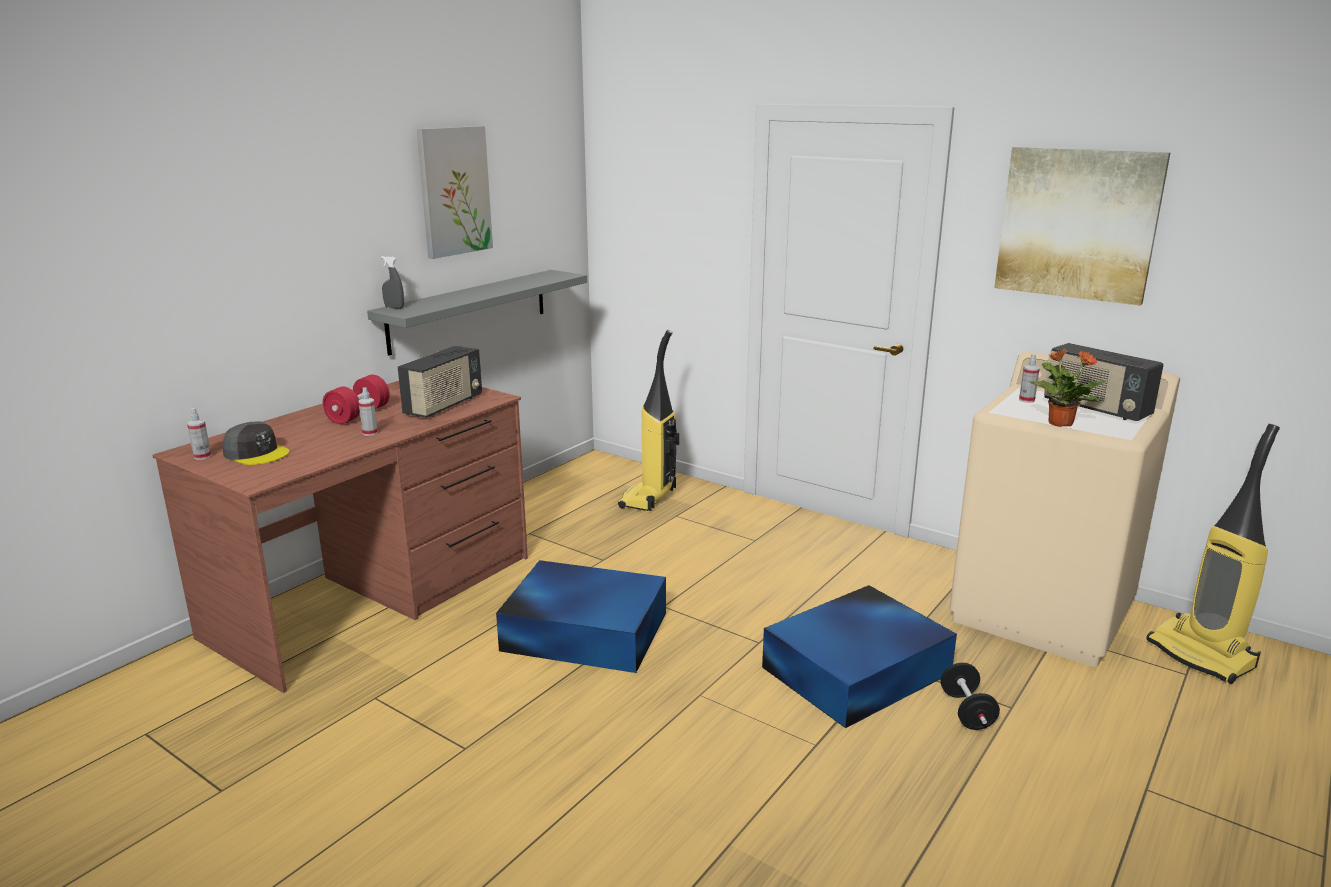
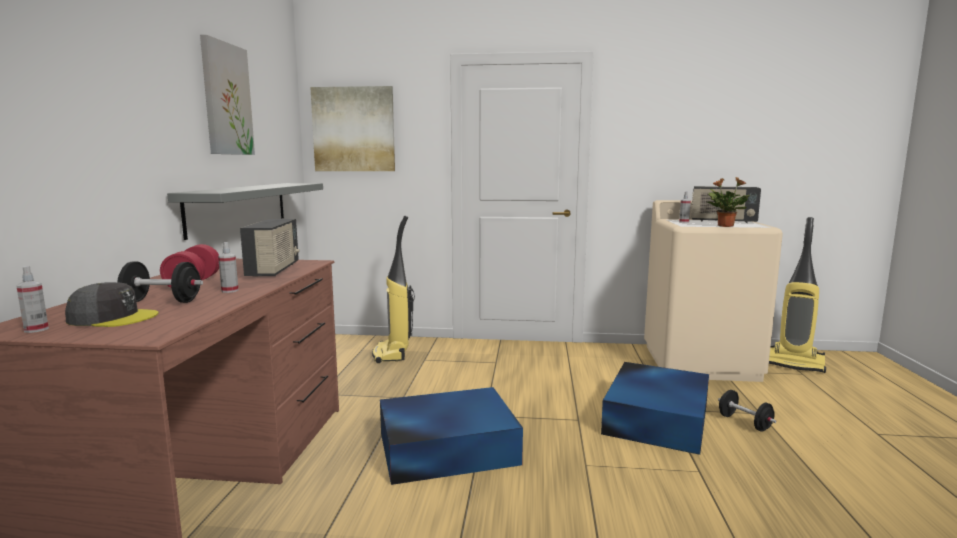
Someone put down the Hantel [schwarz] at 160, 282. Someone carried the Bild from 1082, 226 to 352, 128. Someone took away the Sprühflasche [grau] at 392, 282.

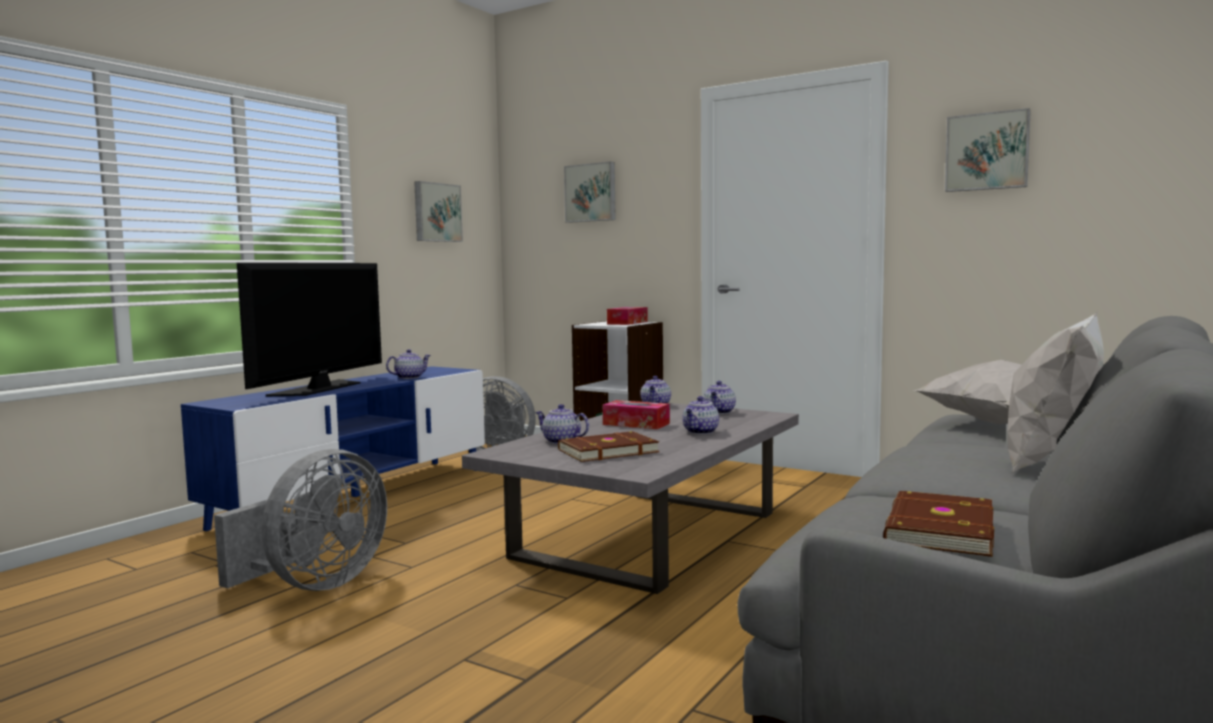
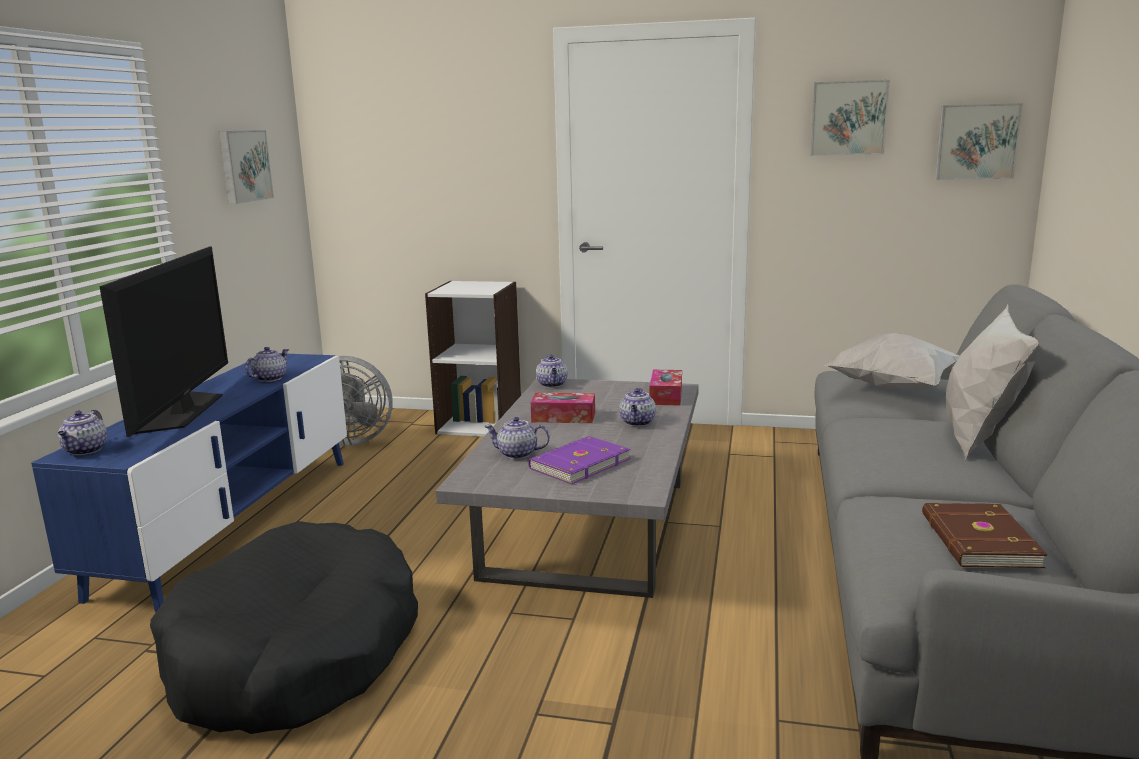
Someone carried the Teekanne from 719, 397 to 82, 432. Someone swapped the Ventilator [grau] at 300, 520 for the Hundebett [schwarz] at 284, 627. Someone repainted the Buch [braun] at 608, 446, which became the Buch [lila] at 579, 460. Someone carried the Taschentuchbox from 627, 316 to 666, 388. Someone carried the Bild from 590, 192 to 979, 141.

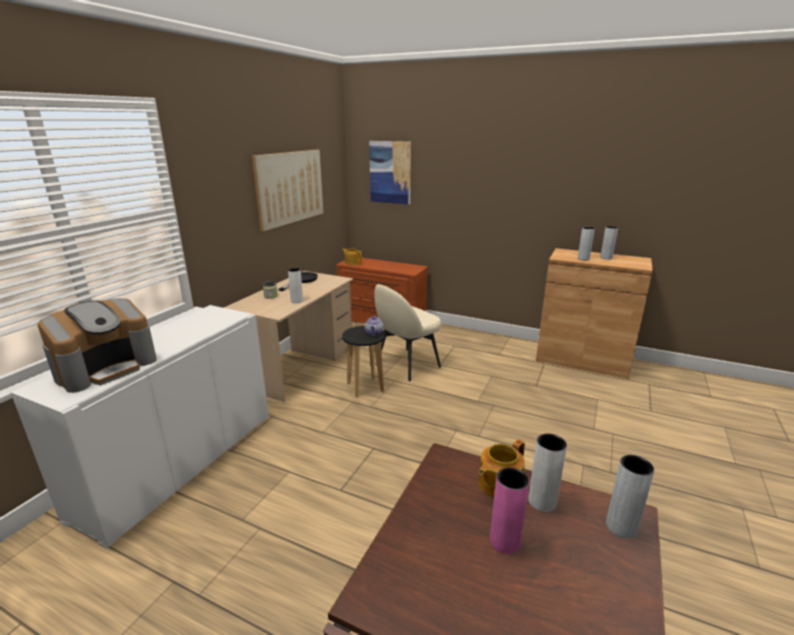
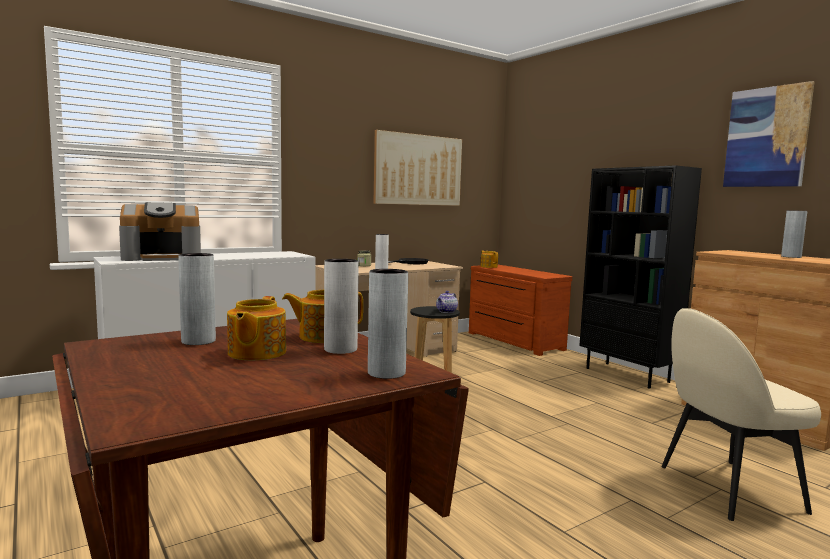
Someone carried the Vase [grau] from 586, 243 to 197, 299. Someone swapped the Vase [rosa] at 510, 510 for the Teekanne at 256, 328. Someone put down the Bücherregal [schwarz] at 640, 277. Someone carried the Stuhl [beige] from 407, 332 to 741, 414. Someone carried the Bild from 390, 172 to 769, 134.

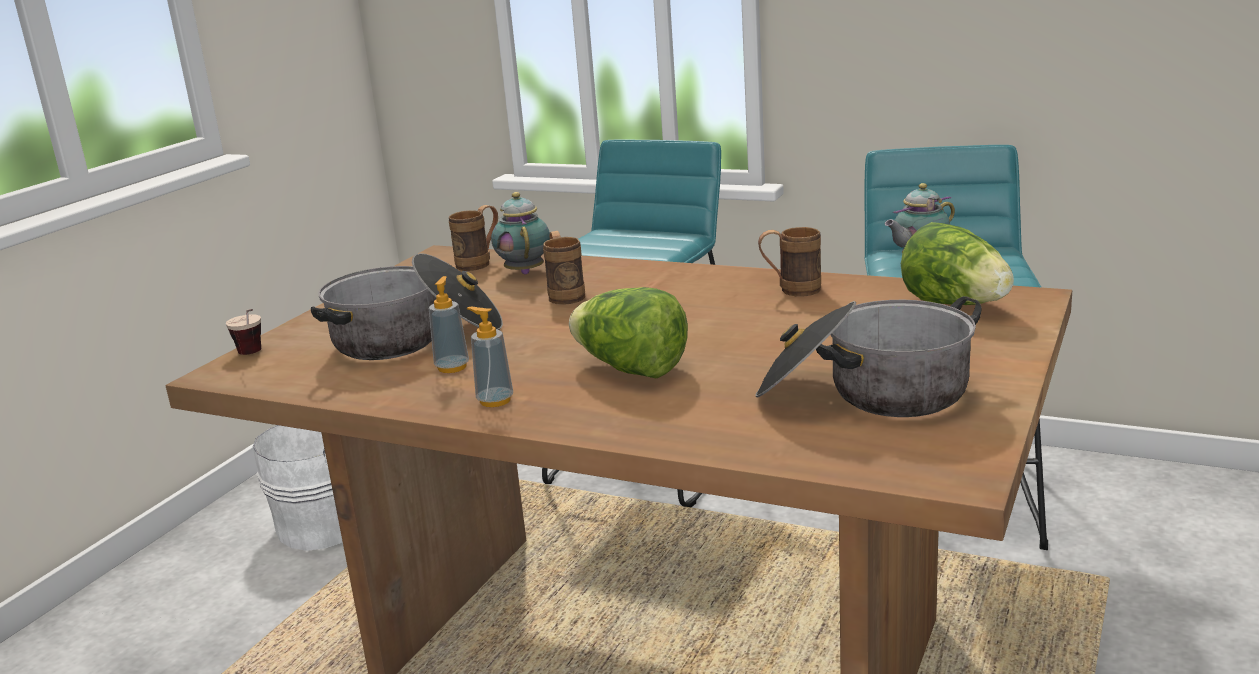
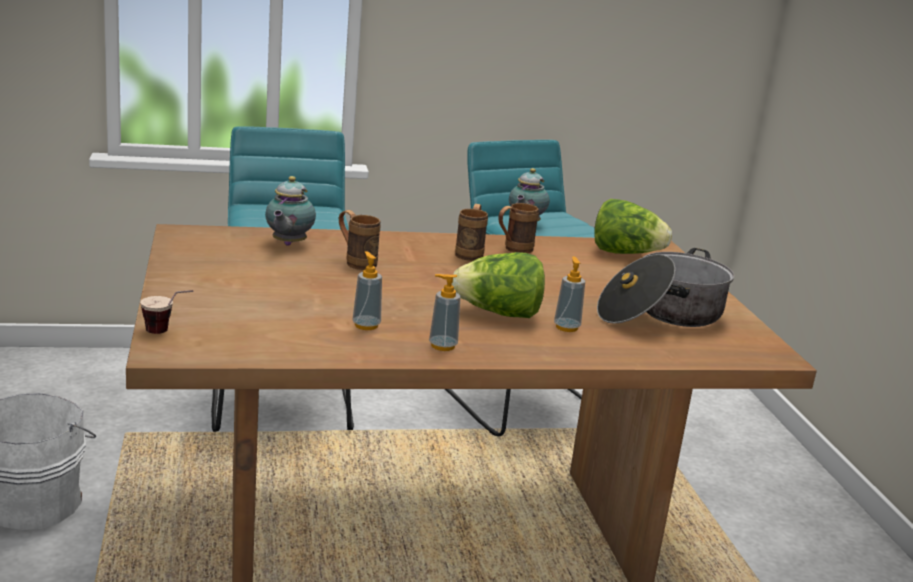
Someone rotated the Teekanne at 520, 233 by 120 degrees counterclockwise. Someone carried the Henkelbecher [braun] from 473, 238 to 471, 232. Someone put down the Seifenspender at 569, 294. Someone took away the Kochtopf at 407, 306.

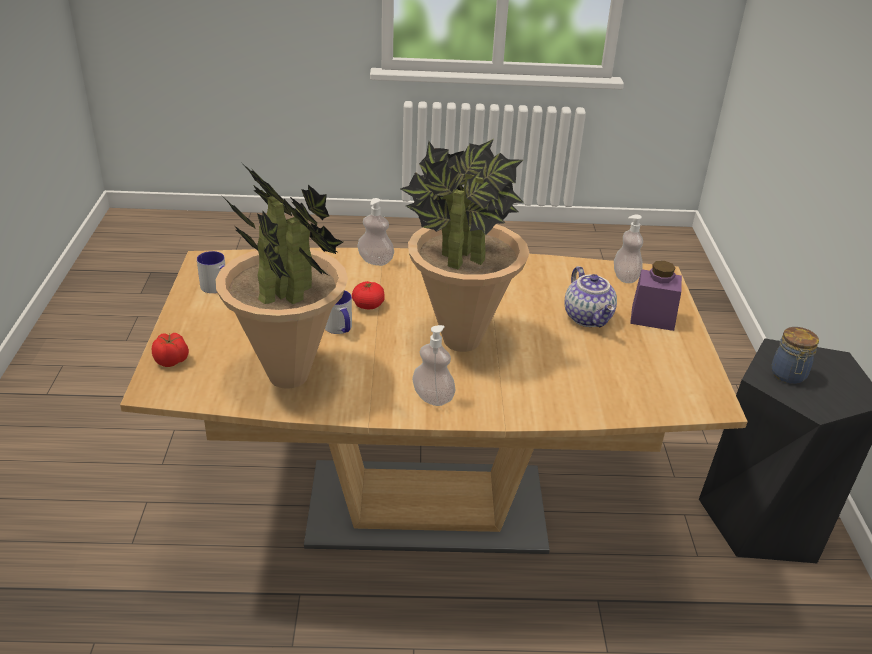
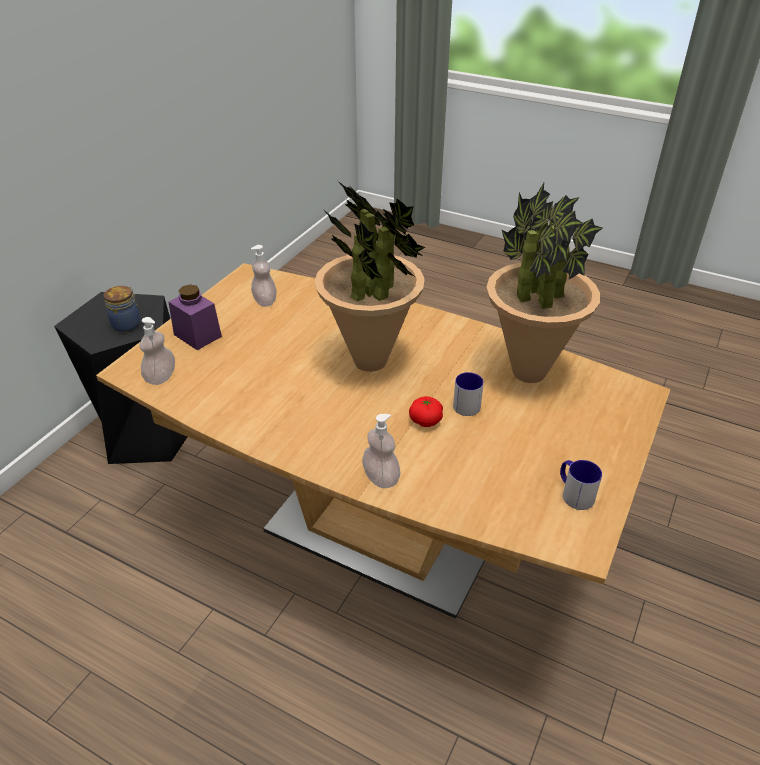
Someone carried the Seifenspender from 434, 365 to 264, 276. Someone took away the Tomate at 170, 350. Someone took away the Teekanne at 591, 296.

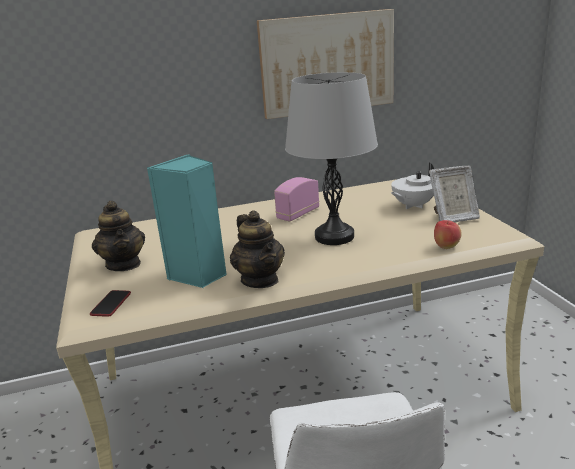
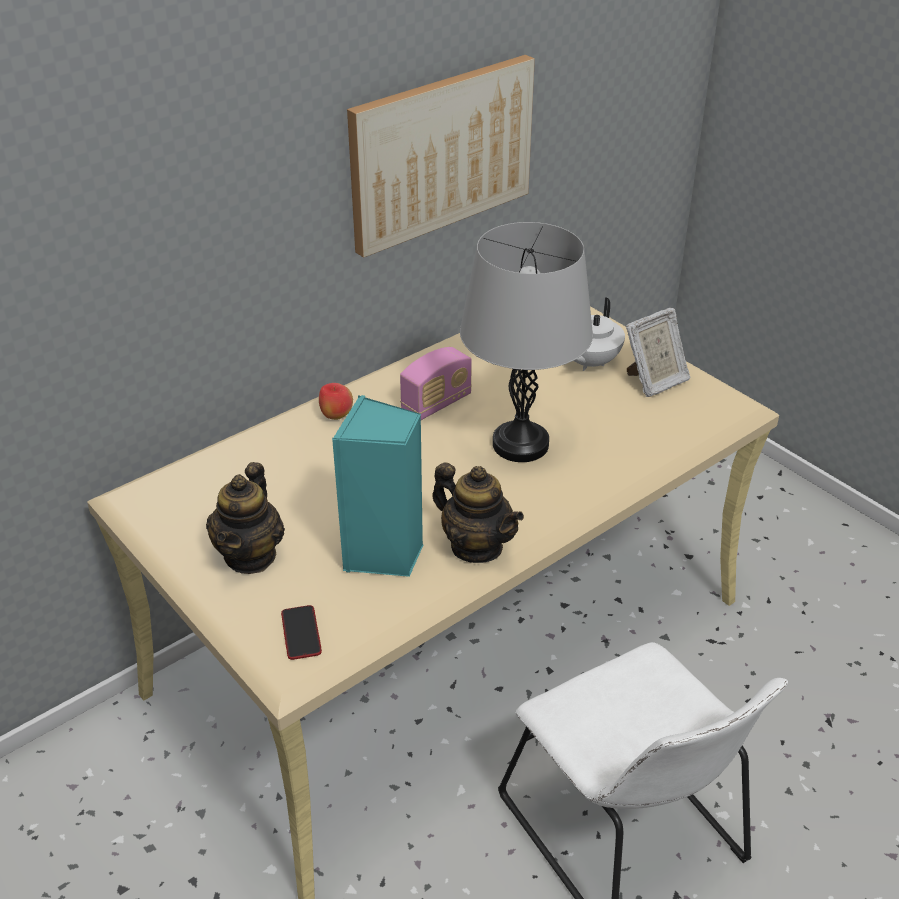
Someone rotated the Teekanne at 118, 236 by 60 degrees clockwise. Someone carried the Apfel from 448, 234 to 336, 401. Someone rotated the Radio at 296, 199 by 150 degrees counterclockwise.

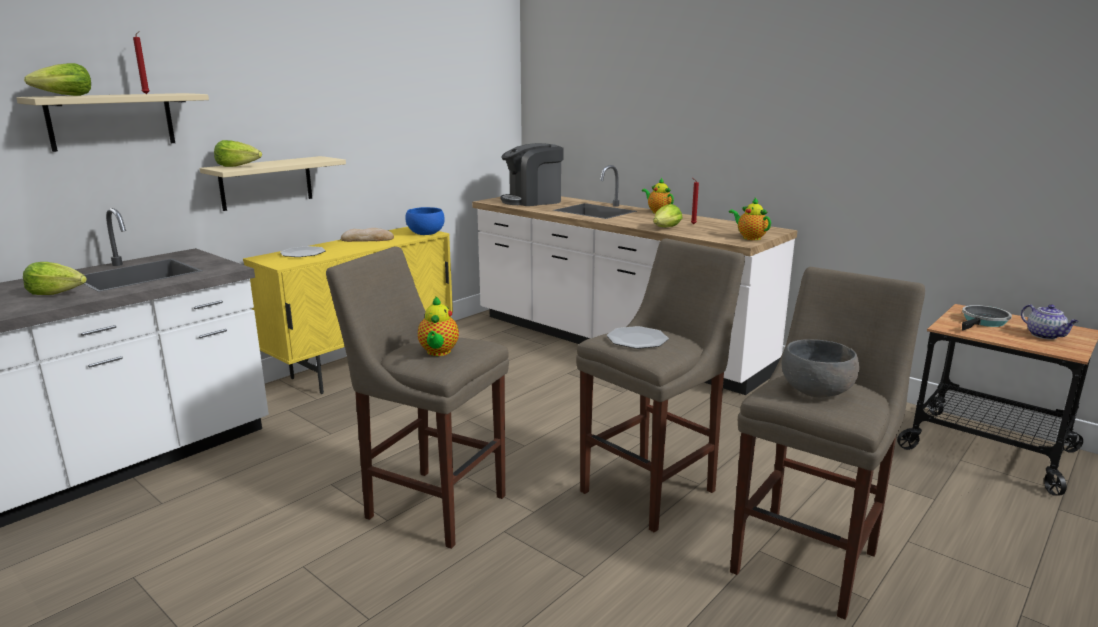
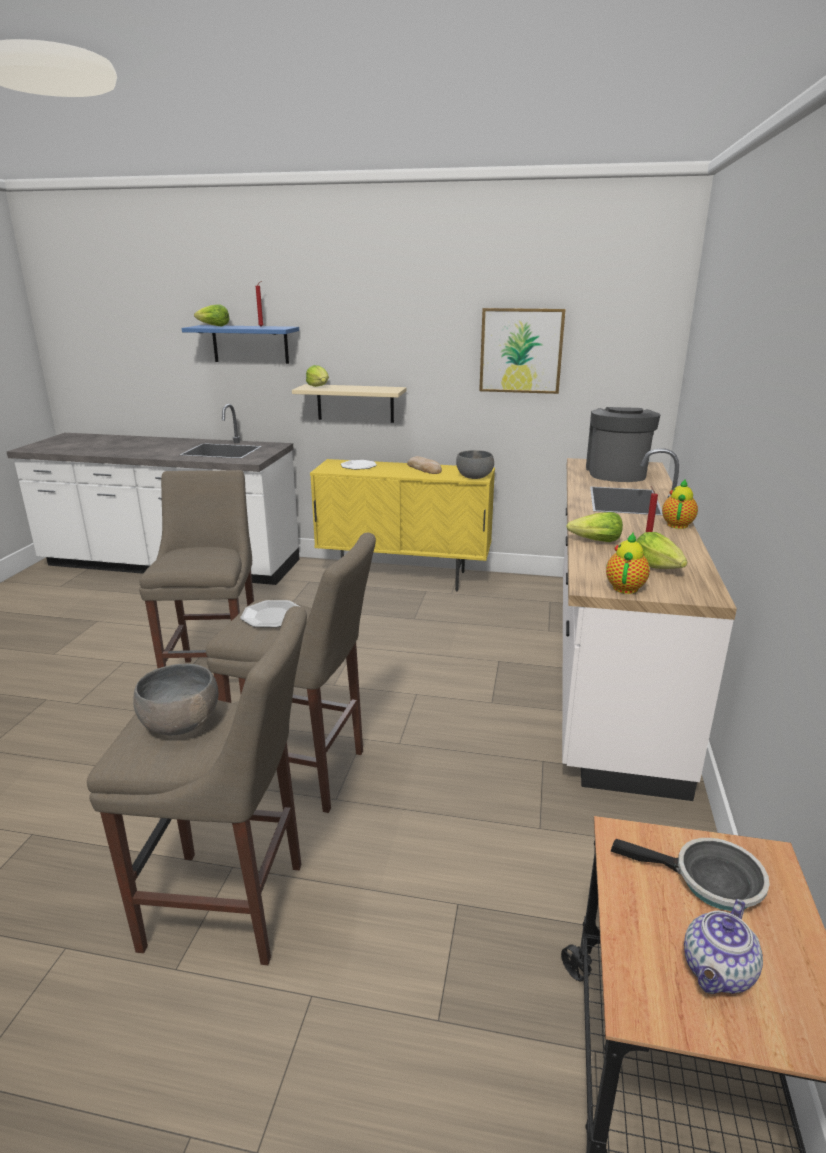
Someone repainted the Wandregal [beige] at 112, 122, which became the Wandregal [blau] at 240, 344. Someone repainted the Schüssel [blau] at 425, 221, which became the Schüssel [grau] at 475, 464. Someone put up the Bild at 522, 351. Someone rotated the Kaffeemaschine at 532, 174 by 60 degrees clockwise. Someone carried the Salatkopf from 55, 278 to 661, 550. Someone took away the Teekanne at 438, 326.

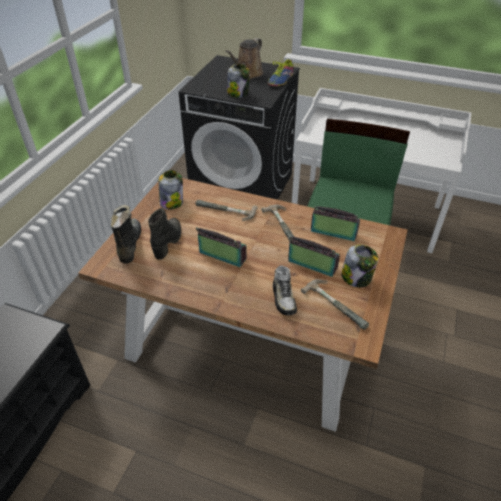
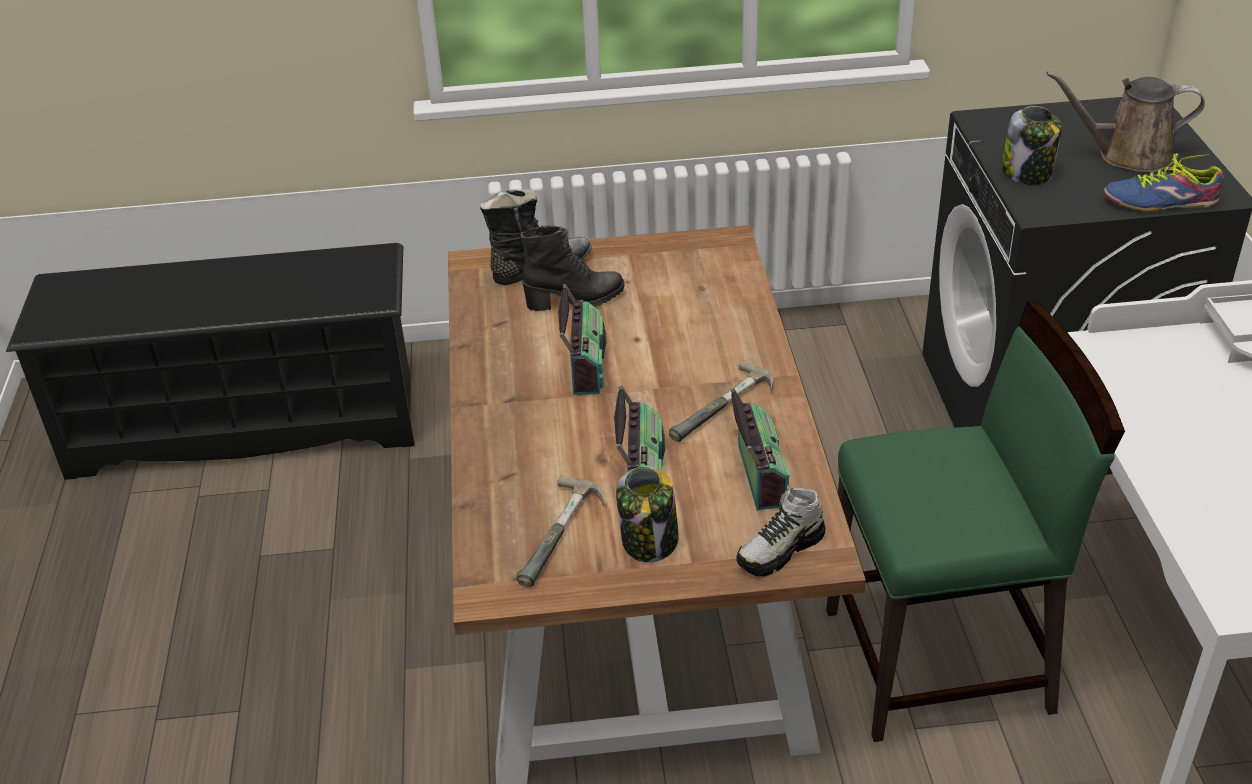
Someone carried the Schuh from 285, 290 to 781, 532. Someone took away the Vorratsglas at 171, 190. Someone took away the Hammer at 226, 210.

